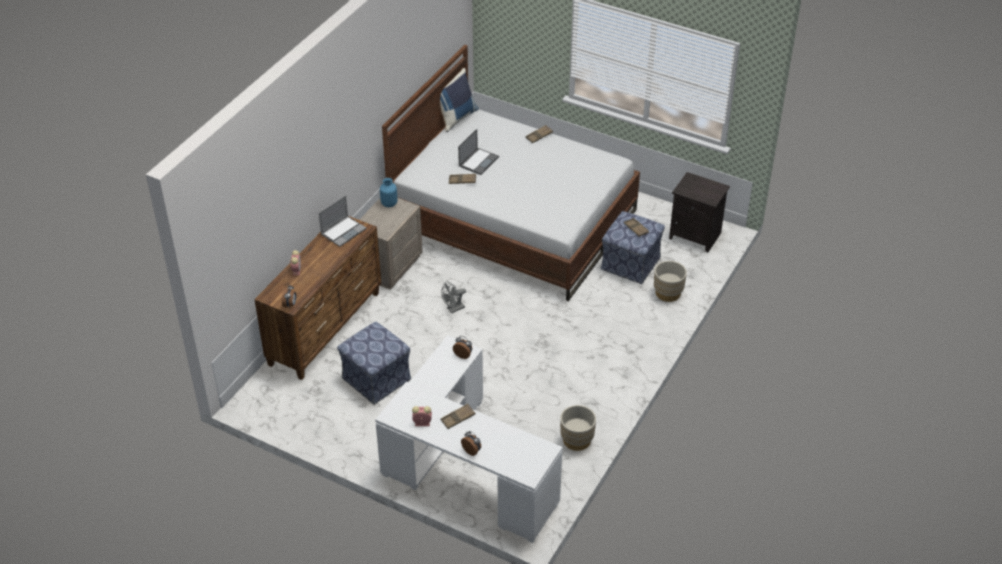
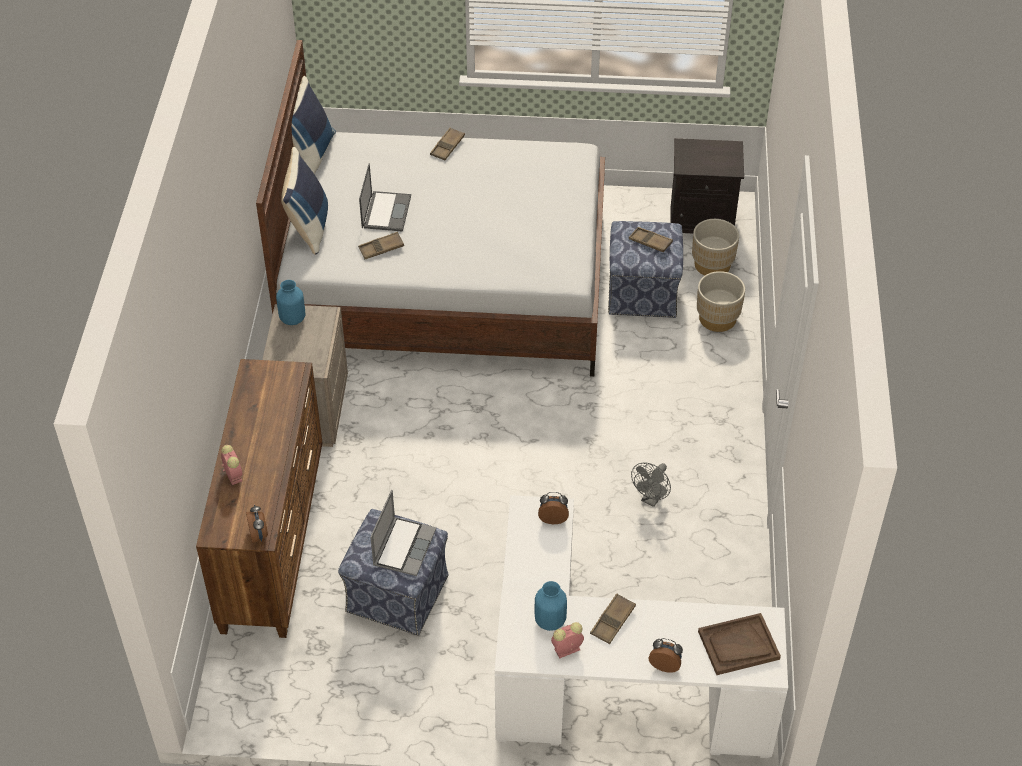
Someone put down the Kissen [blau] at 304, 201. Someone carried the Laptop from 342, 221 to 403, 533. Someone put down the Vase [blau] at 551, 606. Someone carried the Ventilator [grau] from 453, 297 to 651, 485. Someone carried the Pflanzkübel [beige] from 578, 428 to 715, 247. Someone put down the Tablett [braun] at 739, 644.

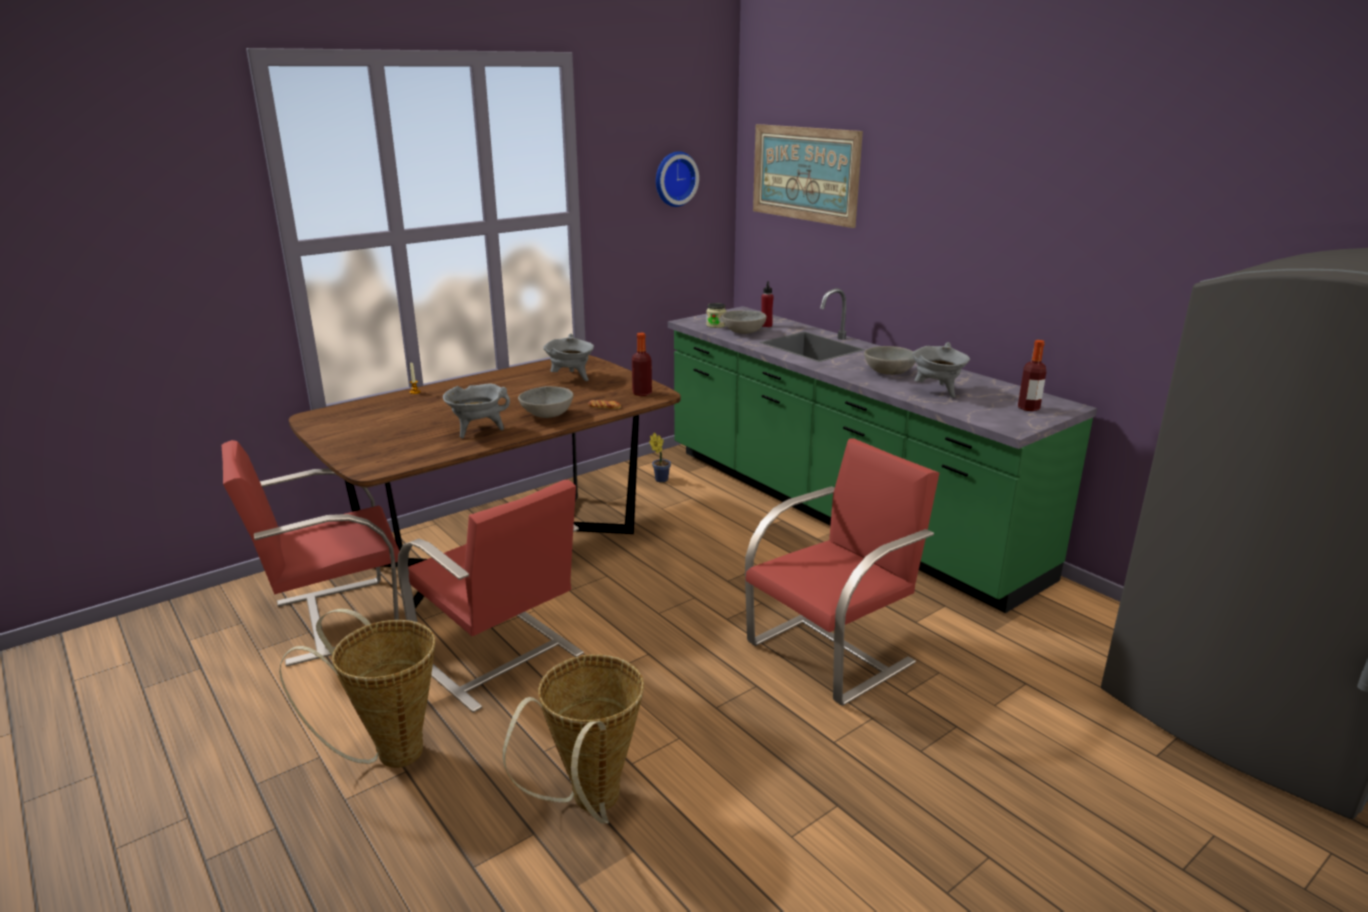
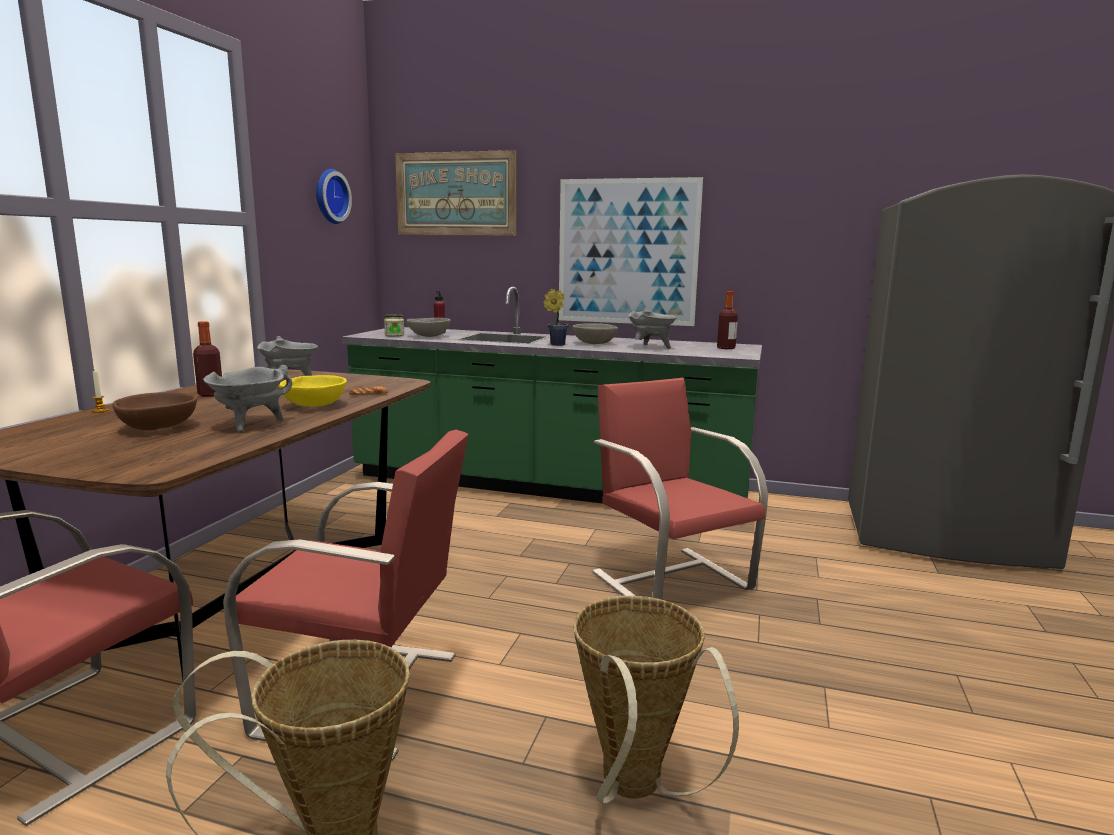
Someone put down the Schüssel [braun] at 154, 411. Someone carried the Flasche from 642, 364 to 207, 359. Someone repainted the Schüssel [grau] at 546, 402, which became the Schüssel [gelb] at 313, 391. Someone carried the Topfpflanze from 660, 457 to 555, 317. Someone put up the Bild at 631, 251. Someone rotated the Stuhl [rot] at 842, 572 by 45 degrees counterclockwise.

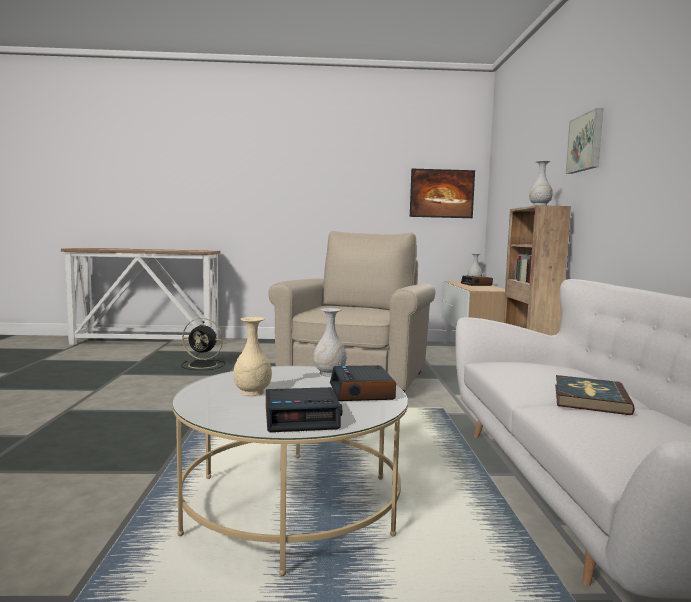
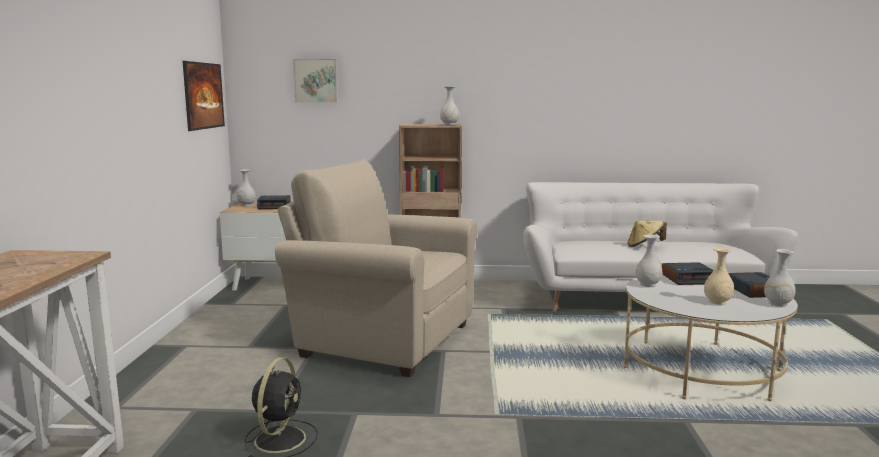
Someone carried the Bild from 584, 141 to 315, 81. Someone swapped the Buch at 595, 395 for the Hut [beige] at 647, 233. Someone put down the Vase [weiß] at 780, 278.

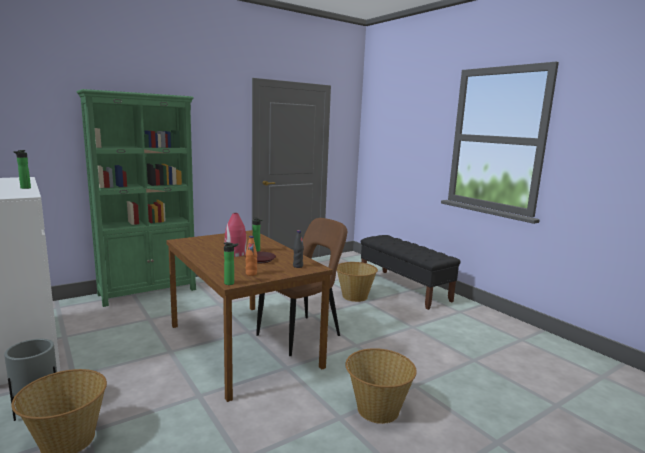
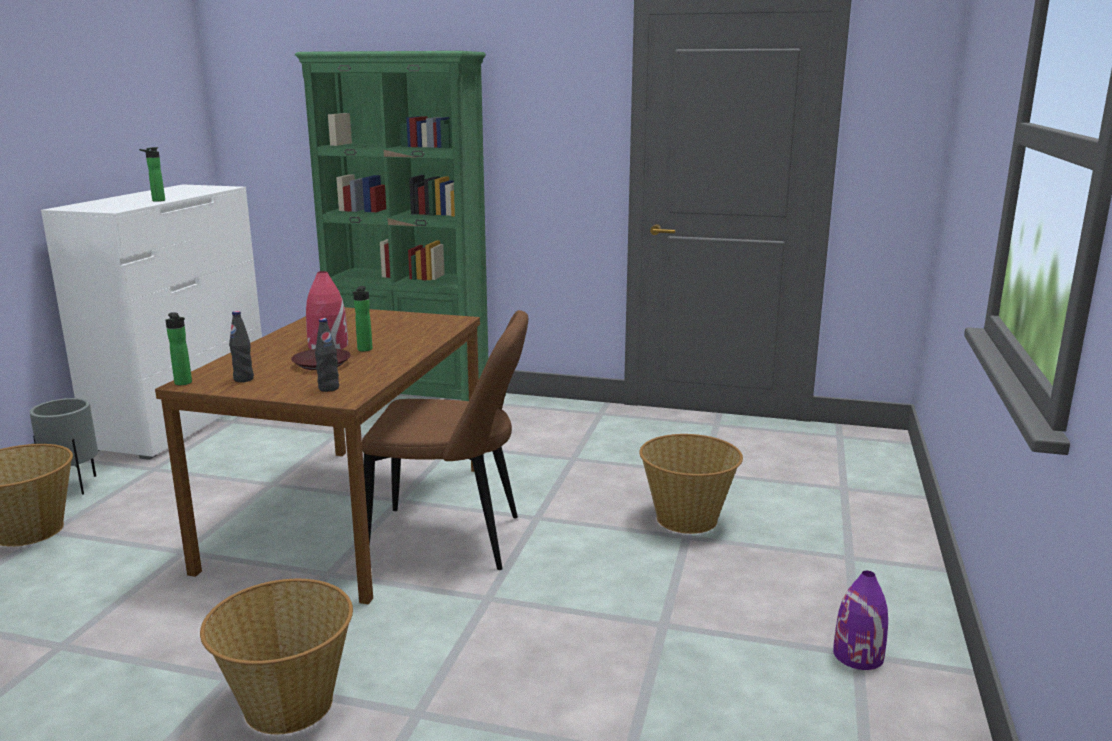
Someone repainted the Flasche [orange] at 251, 256, which became the Flasche [schwarz] at 241, 346. Someone put down the Vase [lila] at 860, 620. Someone took away the Bank [schwarz] at 411, 272.

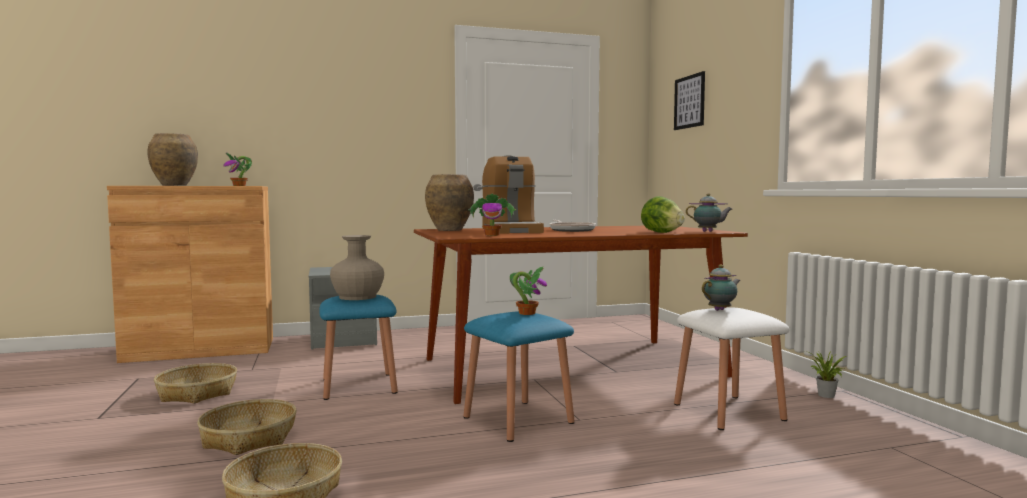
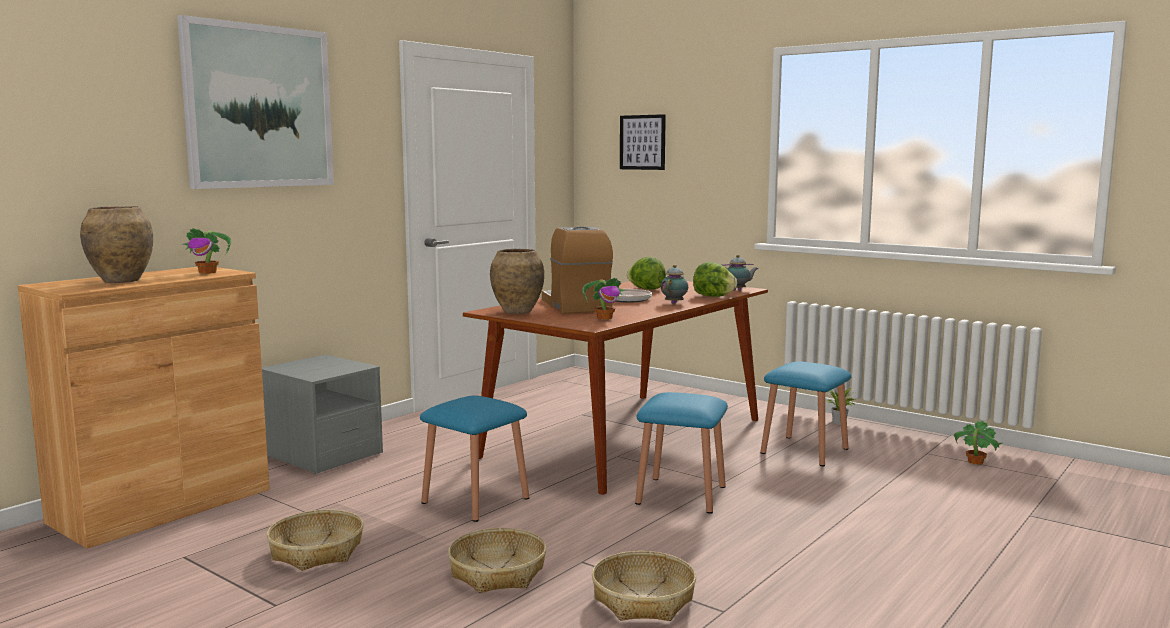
Someone put up the Bild at 255, 102. Someone rotated the Kaffeemaschine at 513, 194 by 150 degrees counterclockwise. Someone put down the Salatkopf at 646, 273. Someone carried the Teekanne from 721, 288 to 674, 284. Someone repainted the Hocker [weiß] at 731, 369, which became the Hocker [blau] at 806, 413. Someone carried the Topfpflanze from 528, 291 to 978, 443. Someone took away the Vase [beige] at 357, 267.

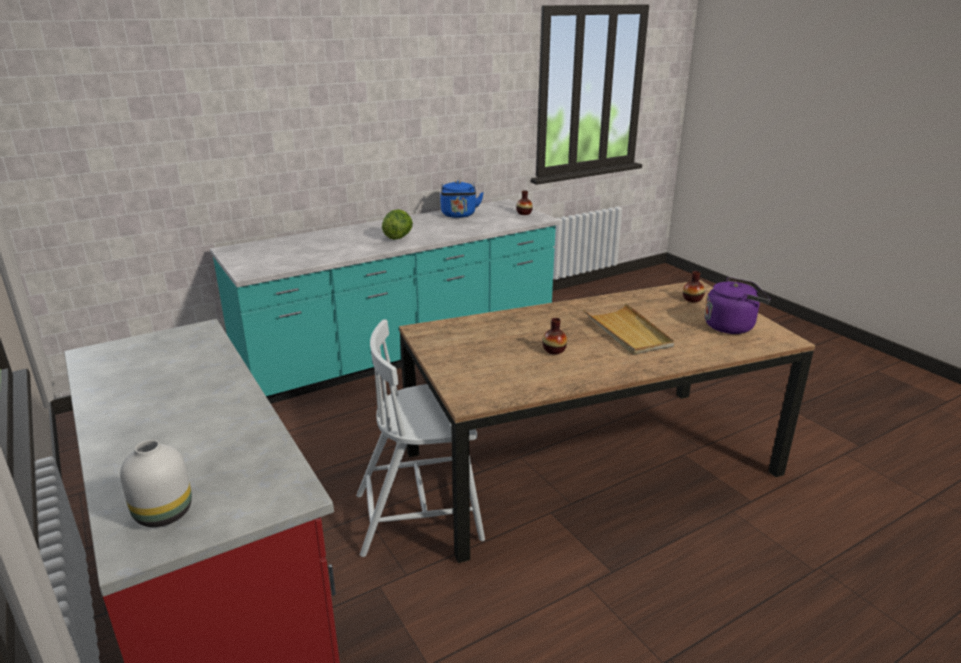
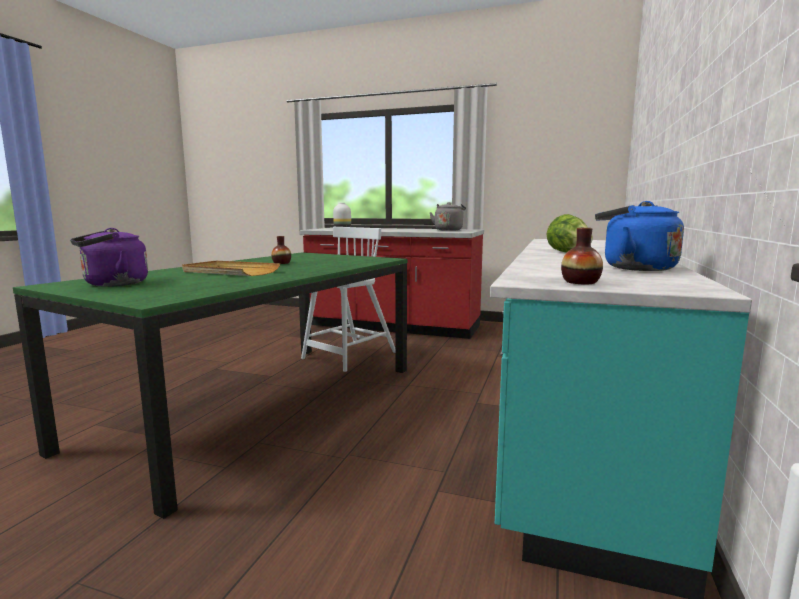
Someone repainted the Esstisch [braun] at 607, 421, which became the Esstisch [grün] at 210, 385. Someone put down the Wasserkessel [grau] at 447, 216. Someone took away the Vase at 694, 286.

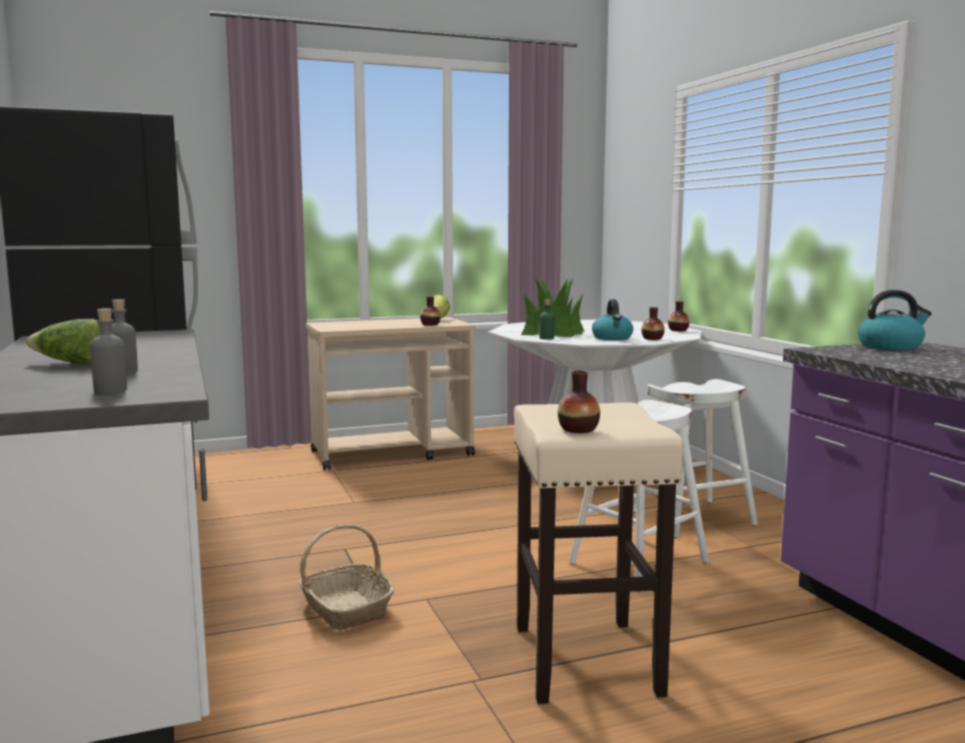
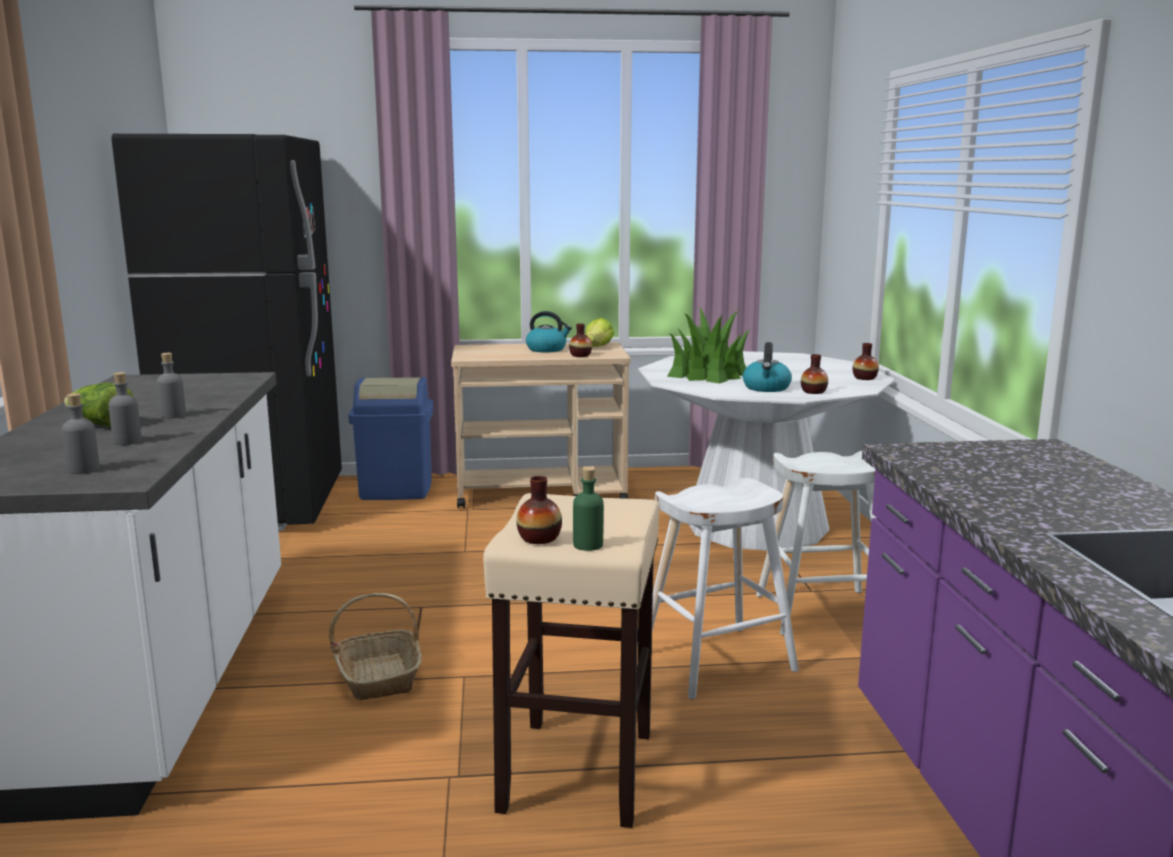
Someone put down the Flasche [grau] at 171, 385. Someone put down the Mülleimer [blau] at 390, 438. Someone carried the Wasserkessel from 895, 320 to 549, 331. Someone carried the Flasche [grün] from 546, 319 to 588, 509.

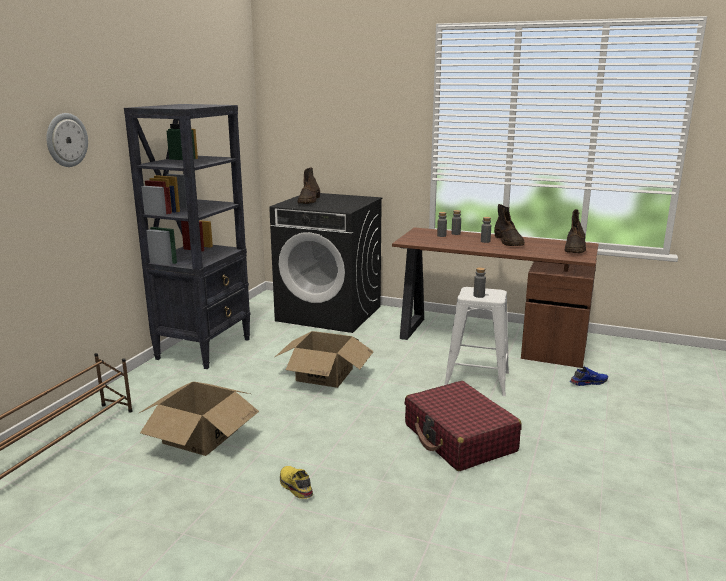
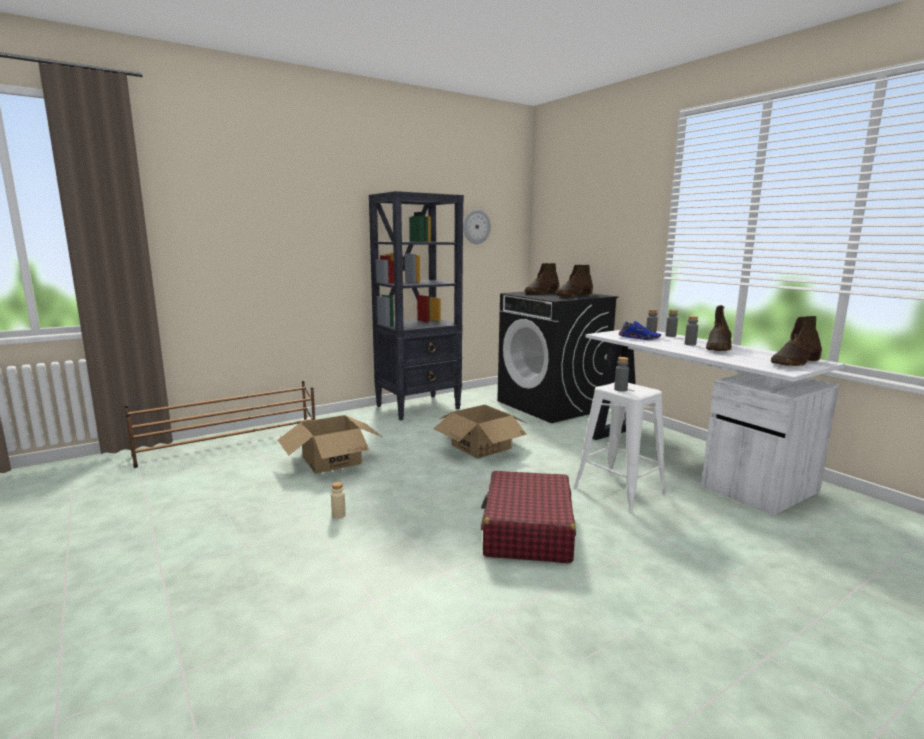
Someone swapped the Schuh [gelb] at 296, 482 for the Flasche [beige] at 338, 500. Someone carried the Wanduhr from 67, 140 to 477, 227. Someone put down the Stiefel [braun] at 574, 280. Someone repainted the Schreibtisch [braun] at 495, 297, which became the Schreibtisch [weiß] at 715, 423. Someone carried the Schuh [blau] from 589, 376 to 639, 330.

